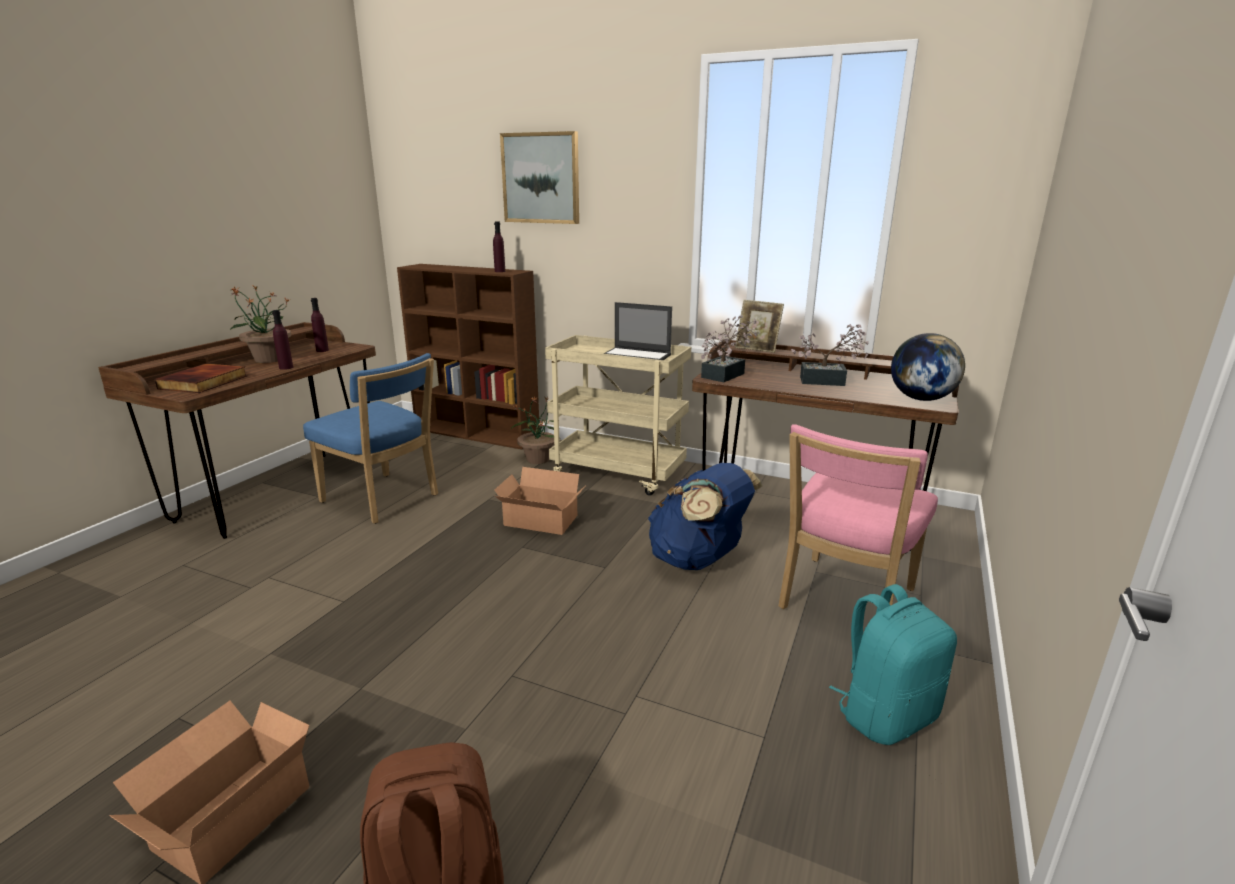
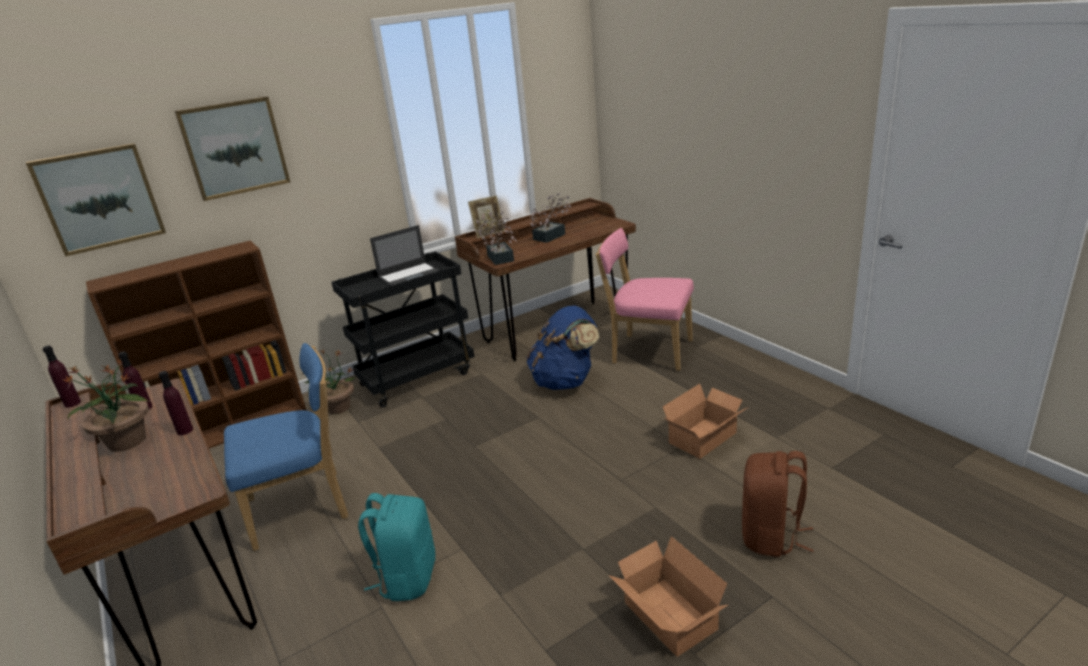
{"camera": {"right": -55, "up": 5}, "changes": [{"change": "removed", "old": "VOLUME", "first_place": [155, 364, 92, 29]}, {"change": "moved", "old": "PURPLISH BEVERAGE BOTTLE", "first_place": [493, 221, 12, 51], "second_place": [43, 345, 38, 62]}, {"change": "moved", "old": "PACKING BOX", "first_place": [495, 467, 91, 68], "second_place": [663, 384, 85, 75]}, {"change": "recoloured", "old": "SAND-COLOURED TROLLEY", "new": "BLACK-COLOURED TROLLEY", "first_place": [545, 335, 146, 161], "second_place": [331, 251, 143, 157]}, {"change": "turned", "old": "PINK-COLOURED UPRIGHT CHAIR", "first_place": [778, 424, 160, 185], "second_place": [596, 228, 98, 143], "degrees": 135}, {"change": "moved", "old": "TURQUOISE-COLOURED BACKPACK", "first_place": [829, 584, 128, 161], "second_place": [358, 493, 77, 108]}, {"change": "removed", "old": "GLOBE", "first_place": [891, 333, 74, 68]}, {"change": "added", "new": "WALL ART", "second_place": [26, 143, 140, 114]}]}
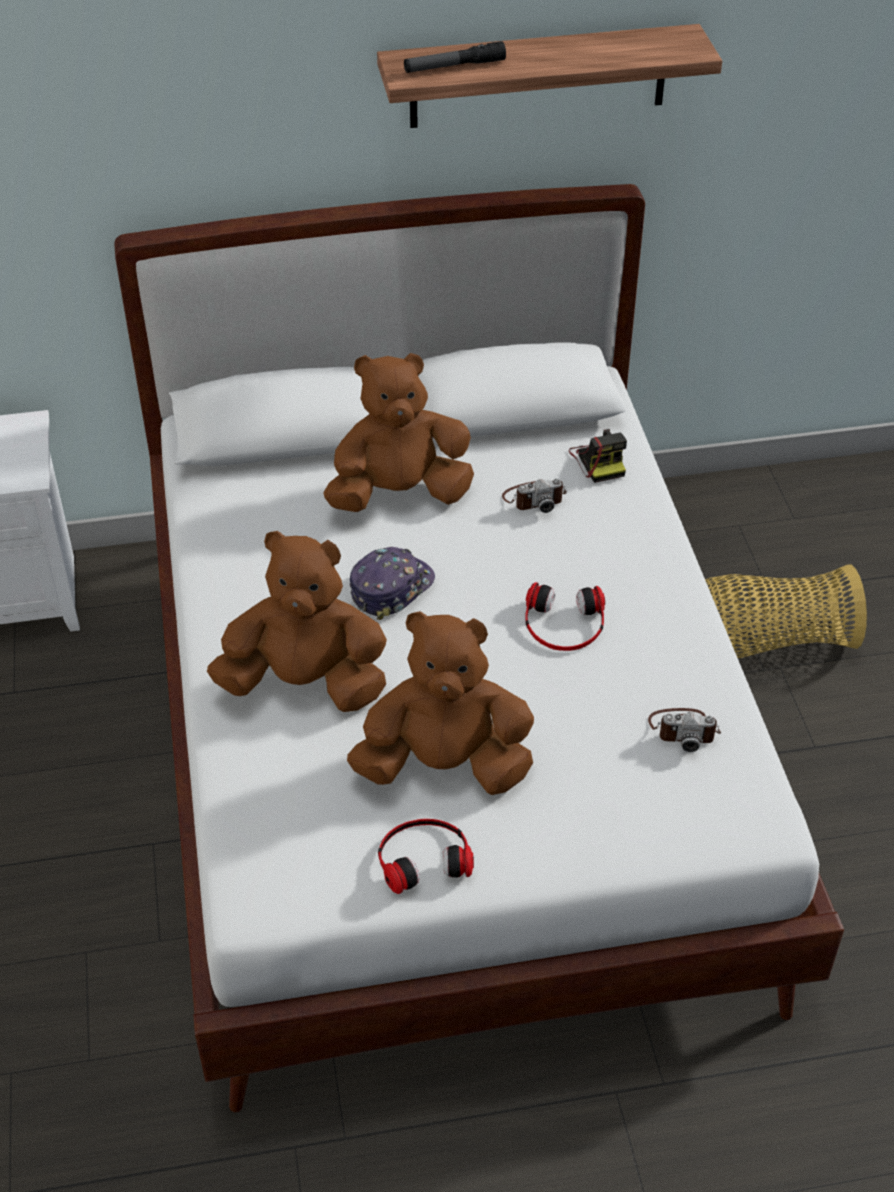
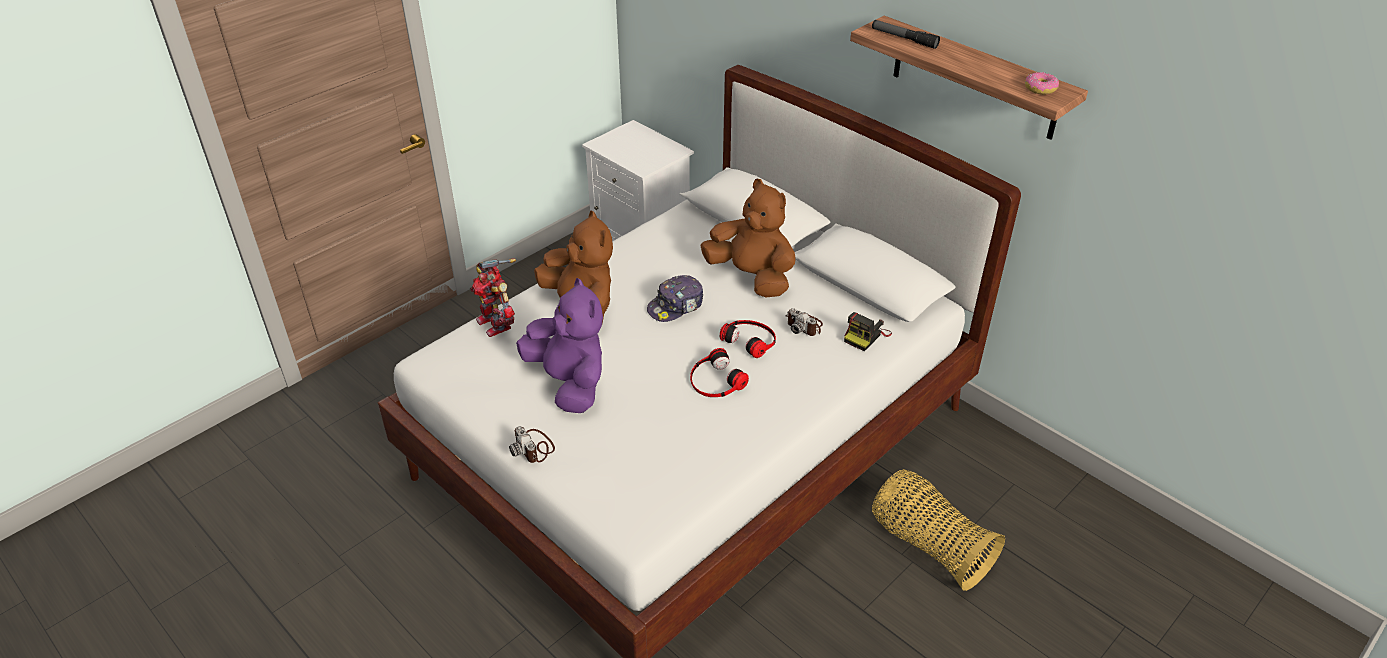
{"camera": {"right": 55, "up": -5}, "changes": [{"change": "recoloured", "old": "BROWN PLUSH TOY", "new": "PURPLISH PLUSH TOY", "first_place": [347, 611, 187, 184], "second_place": [516, 278, 87, 135]}, {"change": "turned", "old": "CAP", "first_place": [350, 547, 85, 73], "second_place": [647, 275, 56, 47], "degrees": 135}, {"change": "moved", "old": "HEADPHONES", "first_place": [378, 819, 96, 75], "second_place": [720, 320, 56, 38]}, {"change": "moved", "old": "STILL CAMERA", "first_place": [648, 708, 73, 44], "second_place": [509, 426, 46, 37]}, {"change": "added", "new": "ROBOT FIGURE", "second_place": [471, 259, 45, 78]}, {"change": "added", "new": "RING DOUGHNUT", "second_place": [1025, 72, 34, 22]}]}
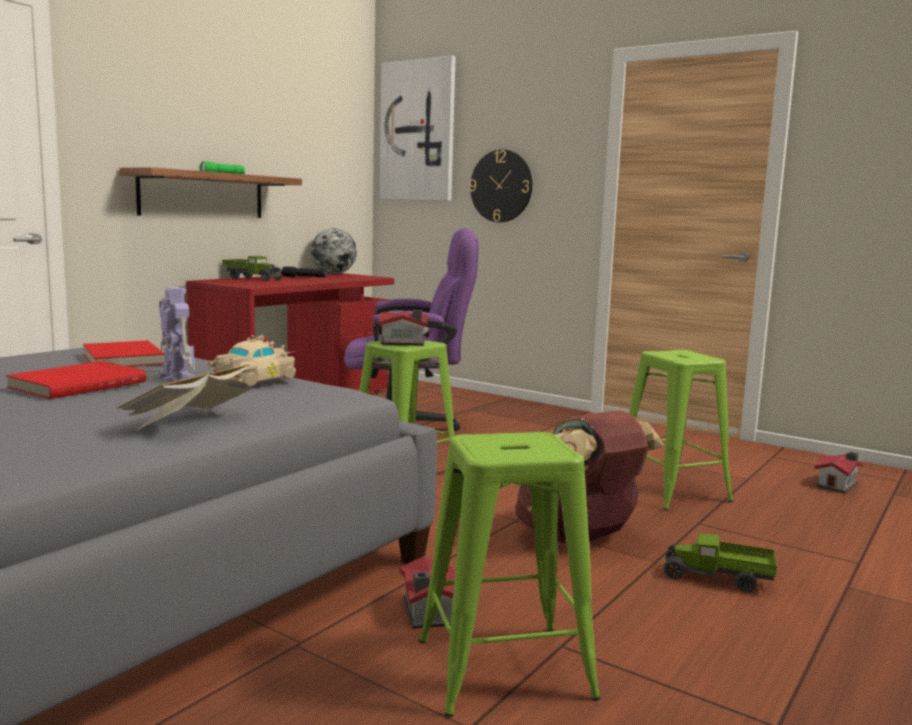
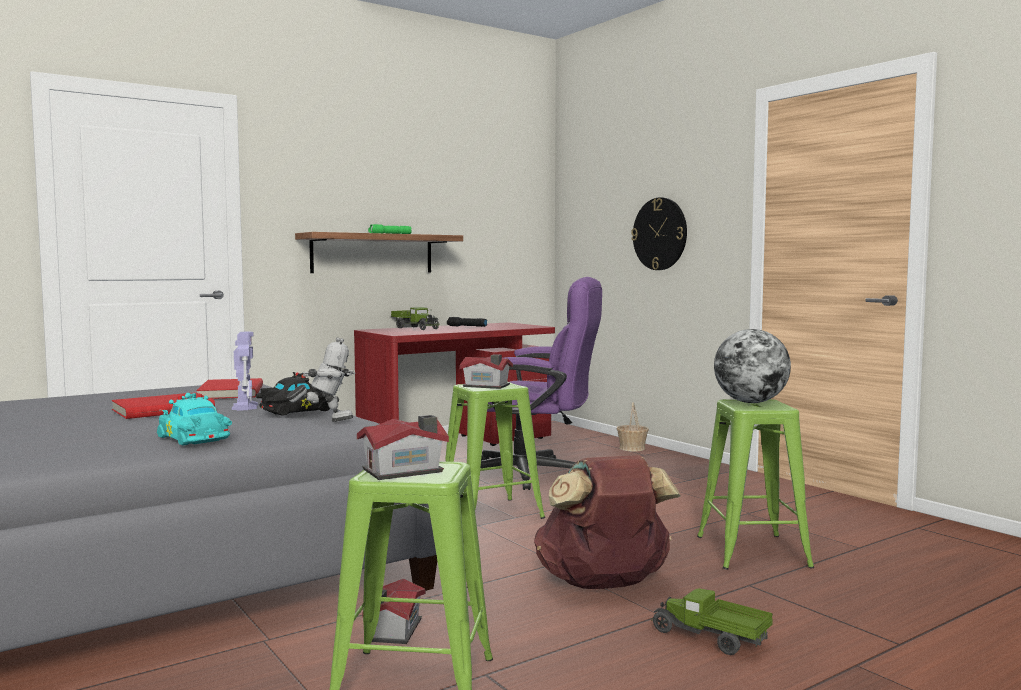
{"camera": {"right": 20, "up": -5}, "changes": [{"change": "replaced", "old": "VOLUME", "new": "TURQUOISE-COLOURED MINIATURE CAR", "first_place": [117, 364, 134, 66], "second_place": [157, 393, 75, 52]}, {"change": "recoloured", "old": "SAND-COLOURED MINIATURE CAR", "new": "BLACK-COLOURED MINIATURE CAR", "first_place": [208, 335, 88, 51], "second_place": [256, 372, 74, 43]}, {"change": "moved", "old": "GLOBE", "first_place": [311, 228, 46, 46], "second_place": [714, 329, 77, 74]}, {"change": "removed", "old": "WALL ART", "first_place": [379, 56, 77, 145]}, {"change": "moved", "old": "MODEL HOUSE", "first_place": [815, 451, 48, 42], "second_place": [357, 415, 92, 65]}, {"change": "added", "new": "ROBOT FIGURE", "second_place": [287, 337, 68, 85]}, {"change": "added", "new": "BASKET", "second_place": [617, 402, 32, 49]}]}
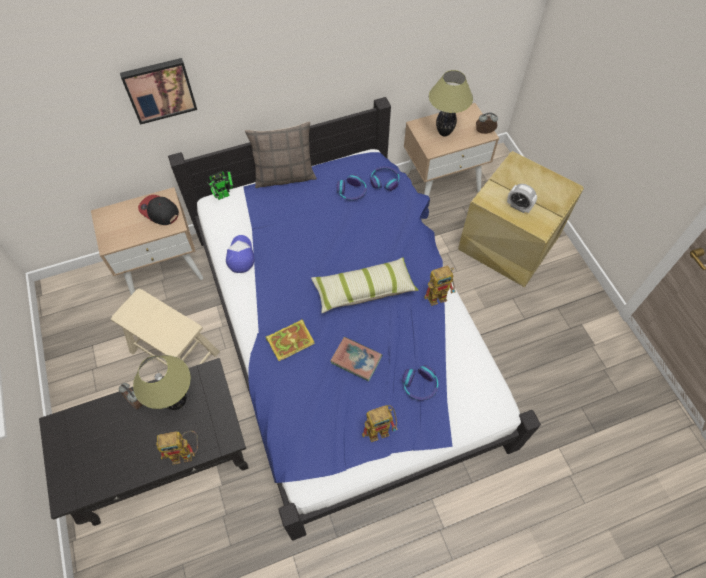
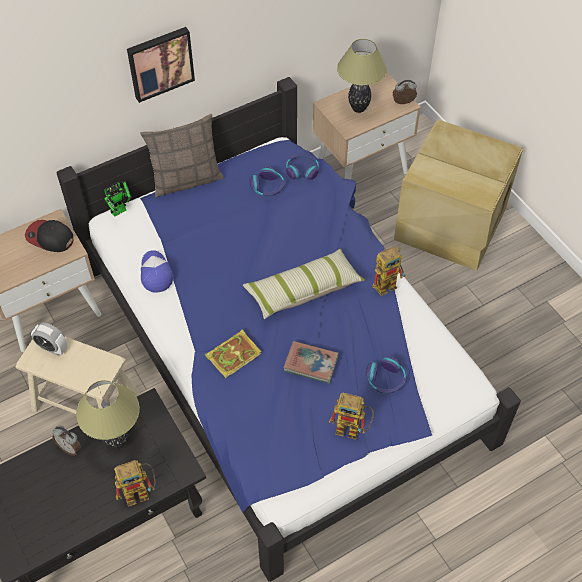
{"camera": {"right": -10, "up": -5}, "changes": [{"change": "moved", "old": "WALL ART", "first_place": [120, 58, 77, 67], "second_place": [127, 27, 68, 76]}, {"change": "turned", "old": "ROBOT FIGURE", "first_place": [362, 405, 36, 37], "second_place": [329, 393, 45, 47], "degrees": 45}, {"change": "moved", "old": "ALARM CLOCK", "first_place": [507, 184, 30, 29], "second_place": [31, 322, 36, 33]}]}
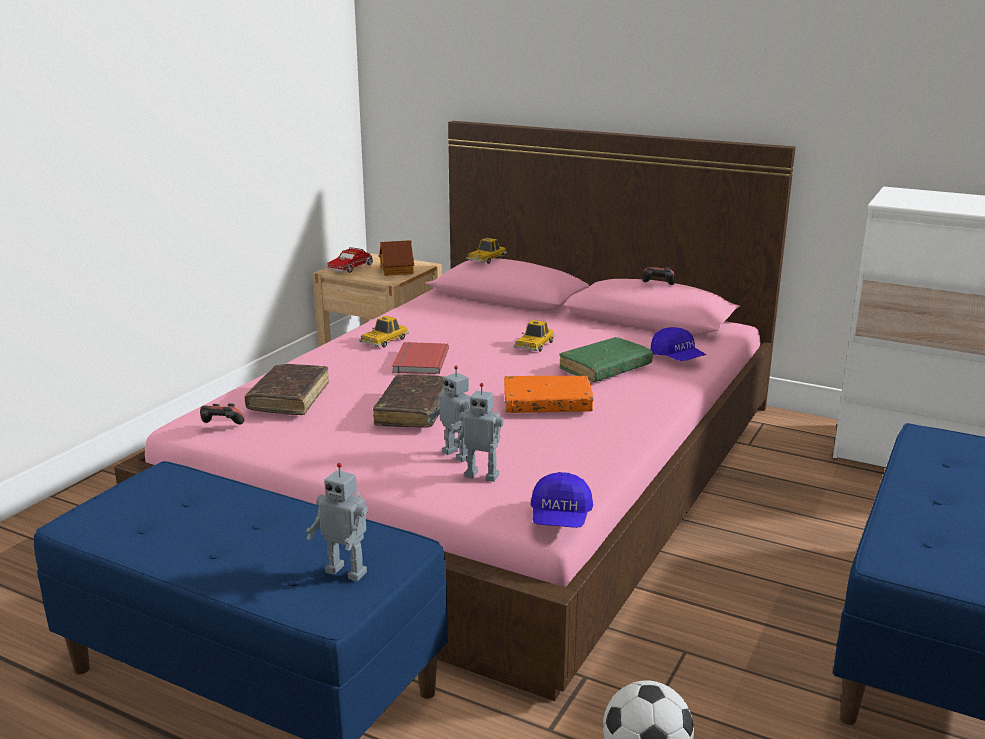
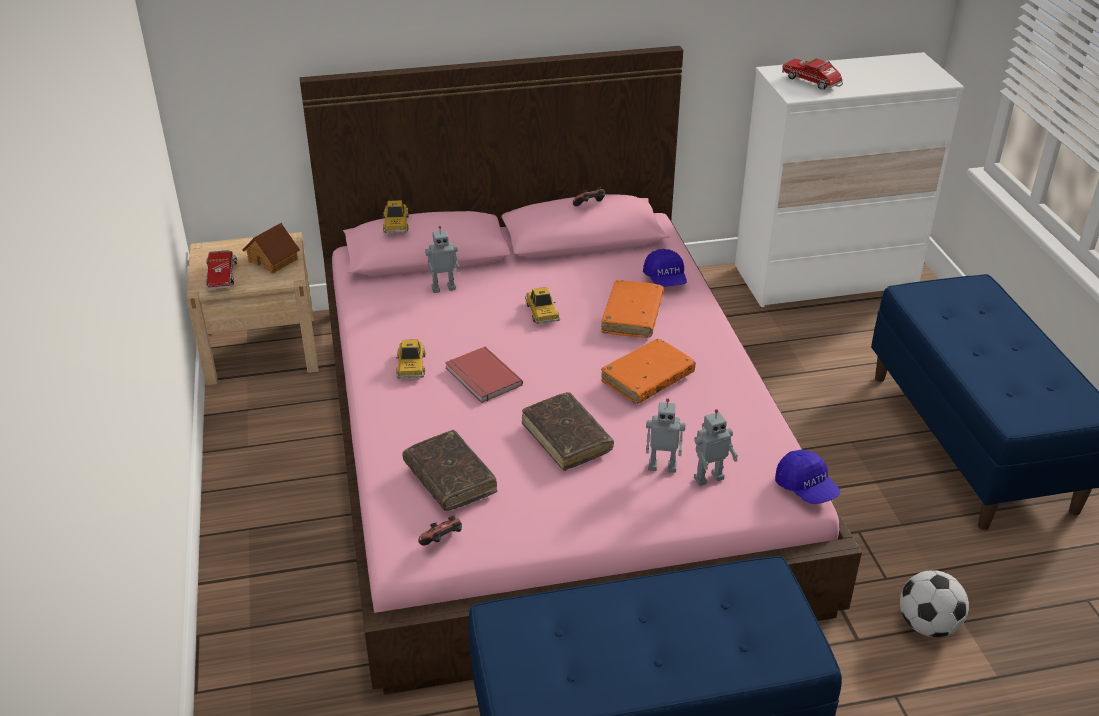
{"camera": {"right": -40, "up": 15}, "changes": [{"change": "moved", "old": "ROBOT FIGURE", "first_place": [306, 463, 62, 118], "second_place": [425, 226, 35, 67]}, {"change": "recoloured", "old": "GREEN VOLUME", "new": "ORANGEY VOLUME", "first_place": [559, 337, 94, 45], "second_place": [601, 280, 63, 58]}, {"change": "turned", "old": "BLUE CAP", "first_place": [651, 327, 55, 34], "second_place": [643, 249, 44, 38], "degrees": 60}, {"change": "added", "new": "TOY TRUCK", "second_place": [782, 58, 61, 32]}]}
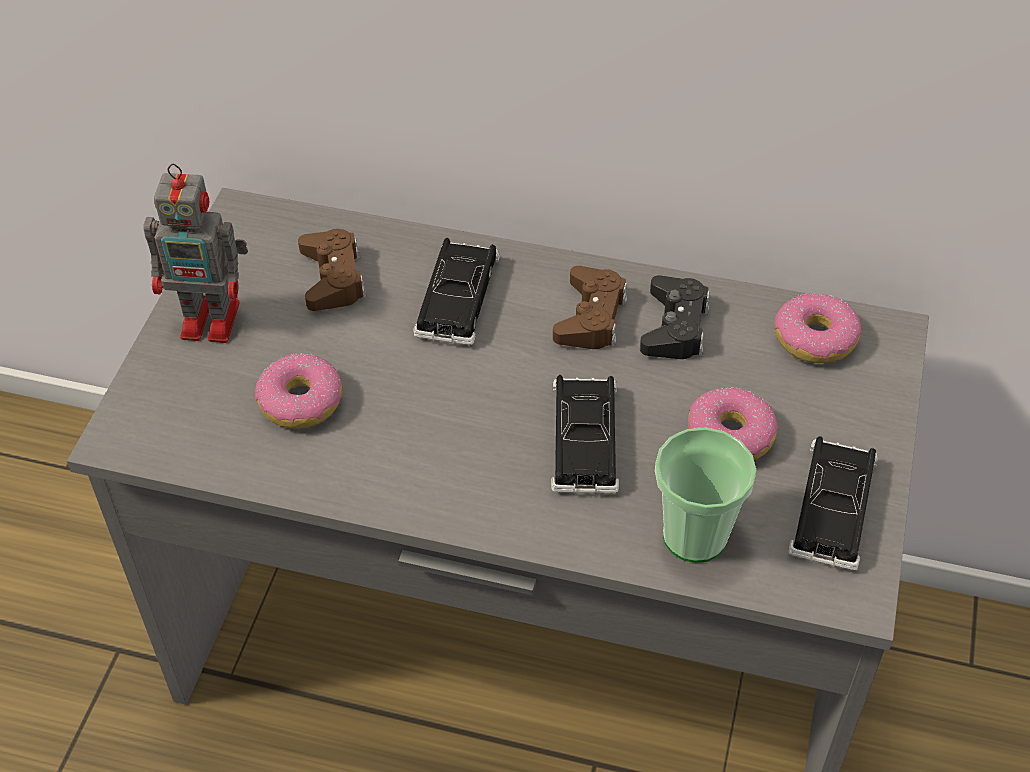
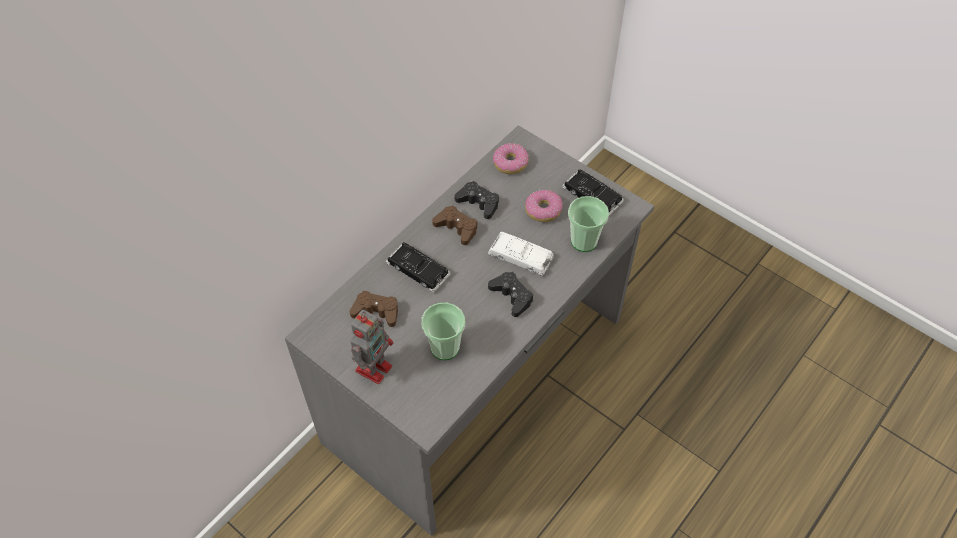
{"camera": {"right": -65, "up": 5}, "changes": [{"change": "replaced", "old": "RING DOUGHNUT", "new": "DRINKING CUP", "first_place": [255, 353, 87, 76], "second_place": [421, 303, 44, 57]}, {"change": "recoloured", "old": "BLACK-COLOURED MINIATURE CAR", "new": "WHITE-COLOURED MINIATURE CAR", "first_place": [551, 375, 68, 120], "second_place": [488, 232, 66, 44]}, {"change": "added", "new": "BLACK-COLOURED GAME CONTROLLER", "second_place": [488, 272, 45, 45]}]}
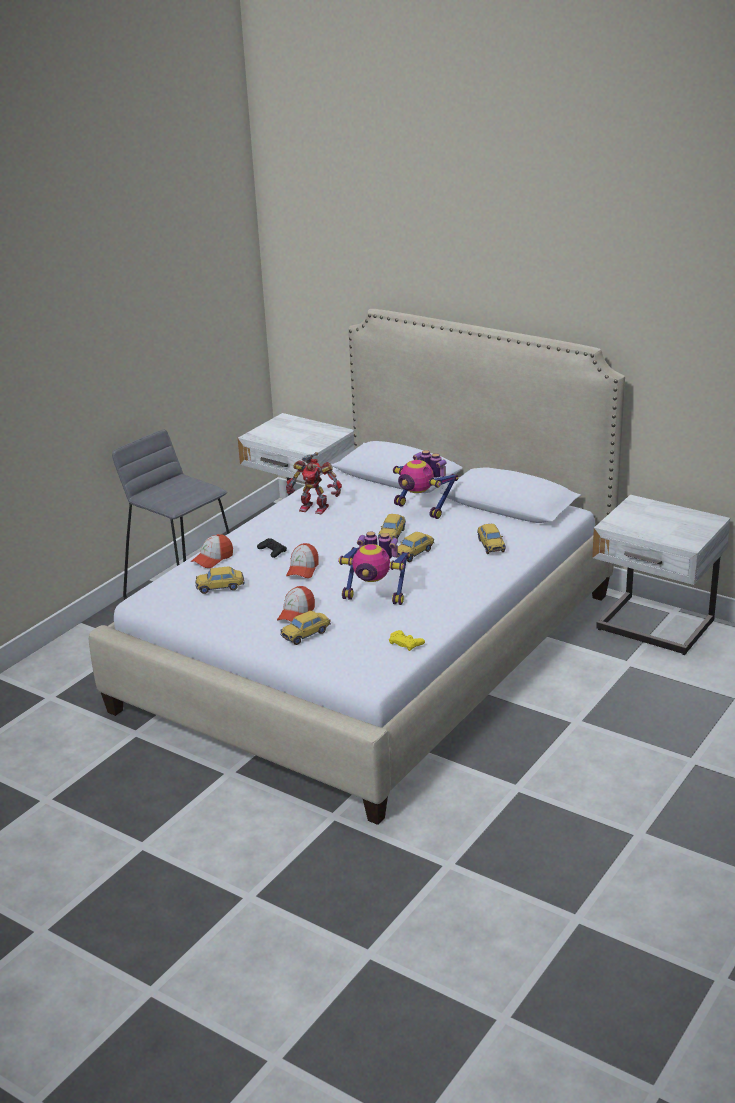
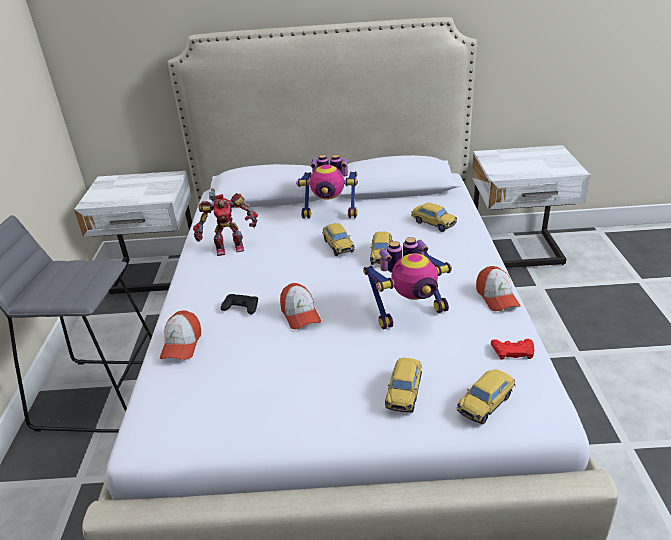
{"camera": {"right": -35, "up": 5}, "changes": [{"change": "moved", "old": "MINIATURE CAR", "first_place": [195, 566, 50, 28], "second_place": [457, 369, 58, 55]}, {"change": "moved", "old": "CAP", "first_place": [277, 586, 38, 35], "second_place": [476, 266, 45, 45]}, {"change": "recoloured", "old": "YELLOW-COLOURED GAME CONTROLLER", "new": "RED-COLOURED GAME CONTROLLER", "first_place": [389, 630, 36, 21], "second_place": [491, 339, 43, 21]}]}
